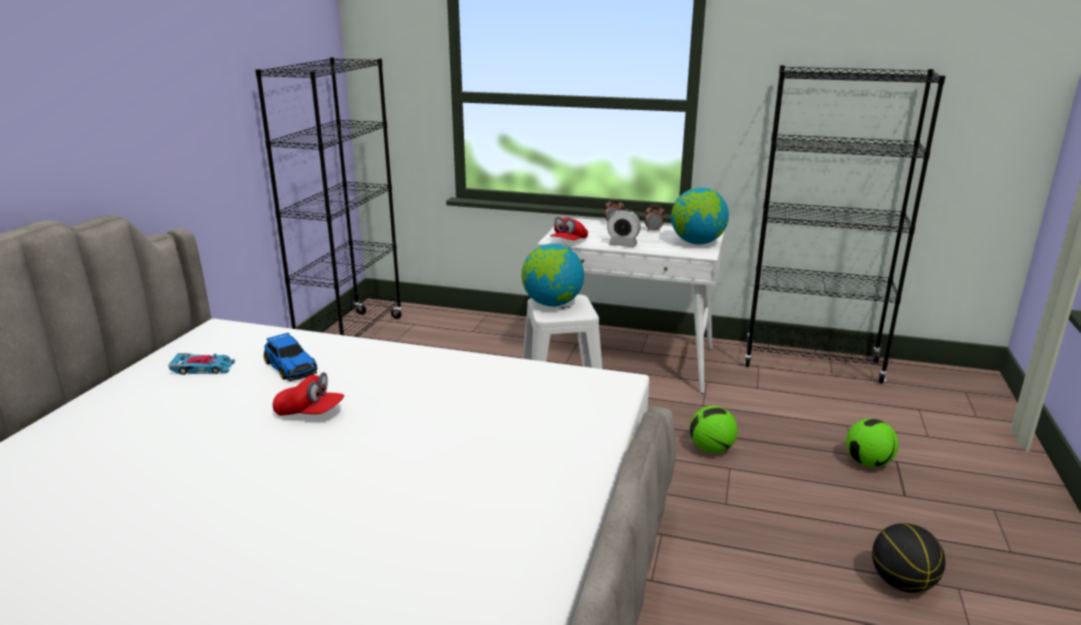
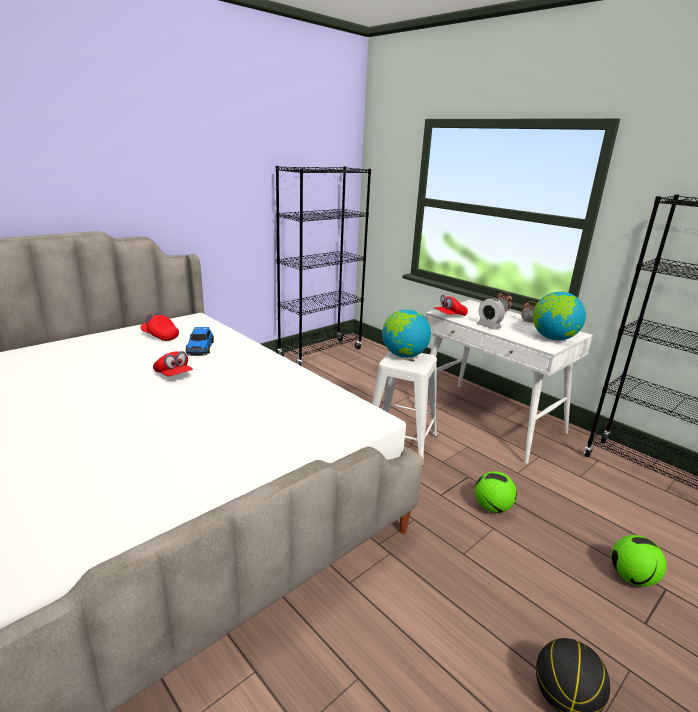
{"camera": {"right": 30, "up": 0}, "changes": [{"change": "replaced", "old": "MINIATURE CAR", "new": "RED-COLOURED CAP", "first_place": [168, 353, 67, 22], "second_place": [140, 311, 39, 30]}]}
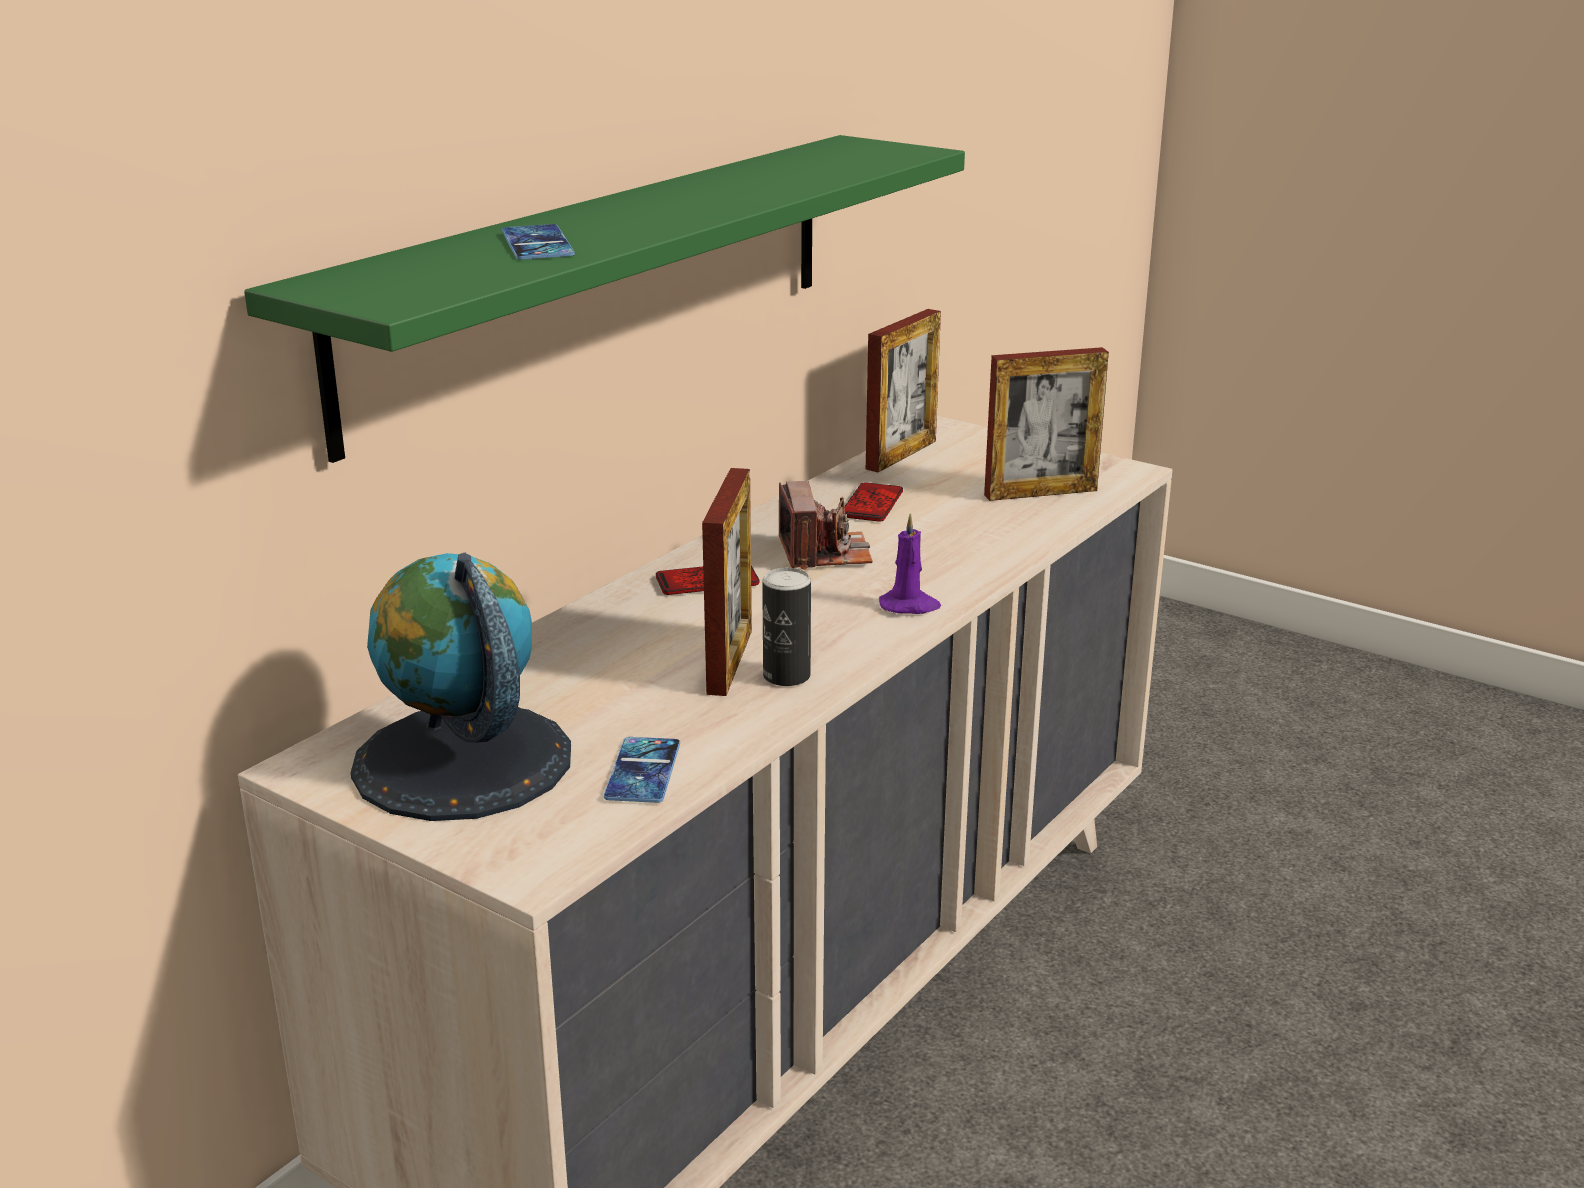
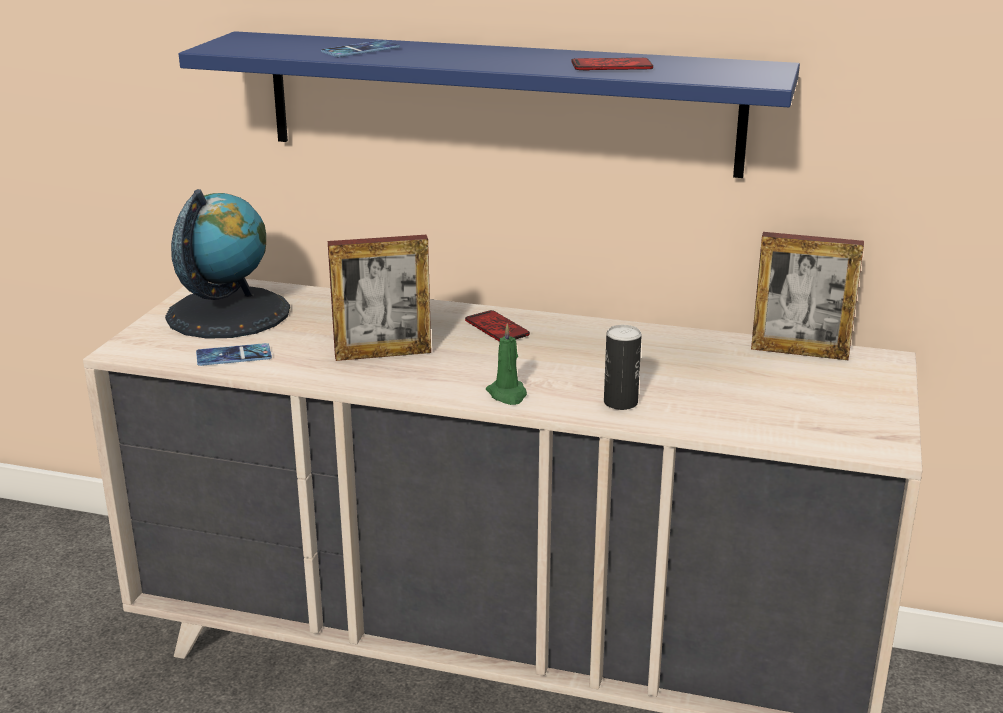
{"camera": {"right": 70, "up": 0}, "changes": [{"change": "recoloured", "old": "GREEN SHELF", "new": "BLUE SHELF", "first_place": [244, 135, 721, 328], "second_place": [179, 31, 621, 147]}, {"change": "moved", "old": "METAL CAN", "first_place": [762, 568, 49, 118], "second_place": [604, 325, 38, 85]}, {"change": "removed", "old": "STILL CAMERA", "first_place": [779, 481, 94, 89]}, {"change": "moved", "old": "TELEPHONE", "first_place": [844, 482, 59, 40], "second_place": [572, 58, 81, 12]}, {"change": "recoloured", "old": "PURPLISH WAX CANDLE", "new": "GREEN WAX CANDLE", "first_place": [879, 513, 62, 101], "second_place": [486, 324, 41, 81]}, {"change": "removed", "old": "PICTURE FRAME", "first_place": [984, 347, 125, 154]}]}
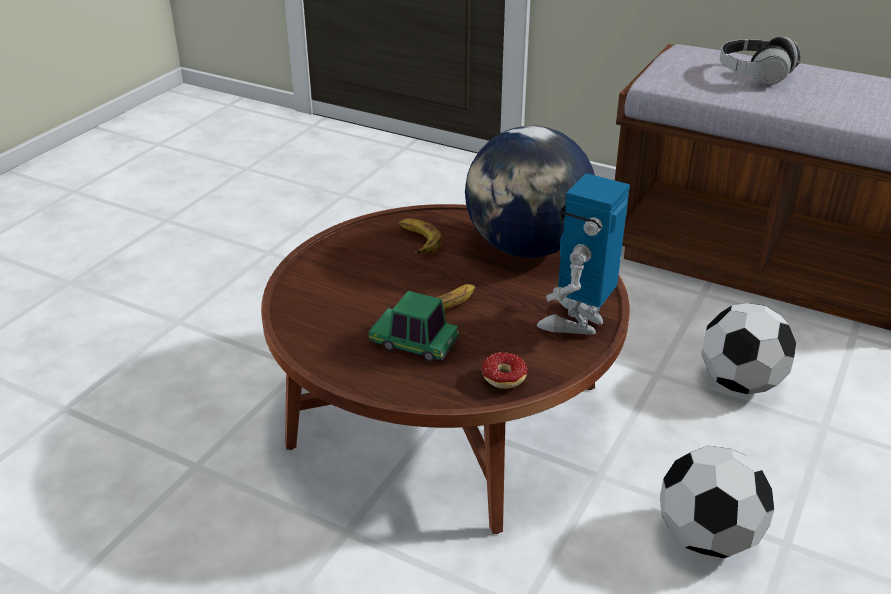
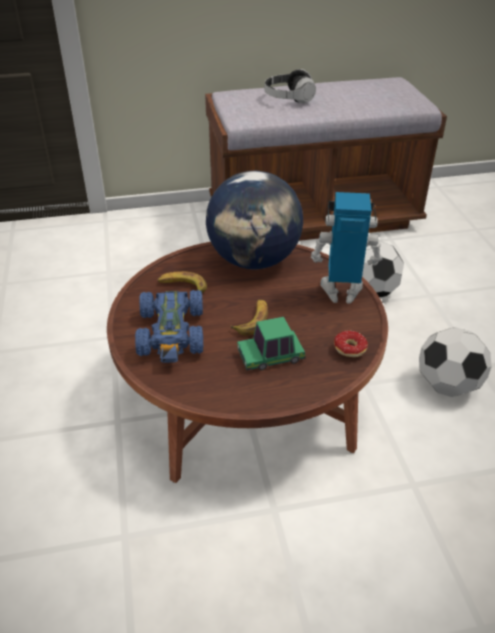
{"camera": {"right": -40, "up": 5}, "changes": [{"change": "turned", "old": "ROBOT FIGURE", "first_place": [537, 173, 93, 161], "second_place": [311, 192, 72, 112], "degrees": 105}, {"change": "added", "new": "BLUE MINIATURE CAR", "second_place": [135, 290, 68, 73]}]}
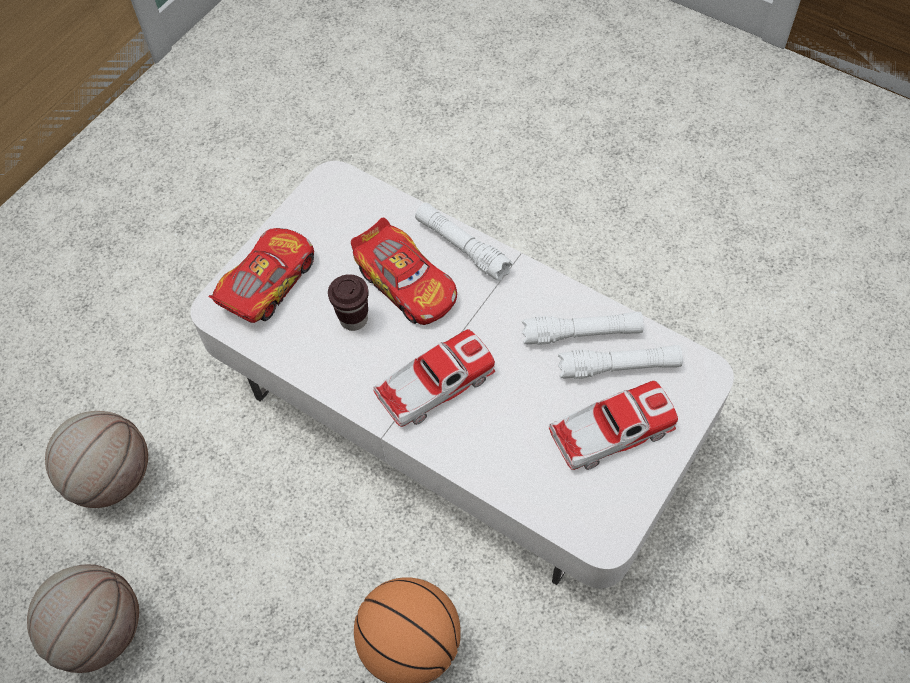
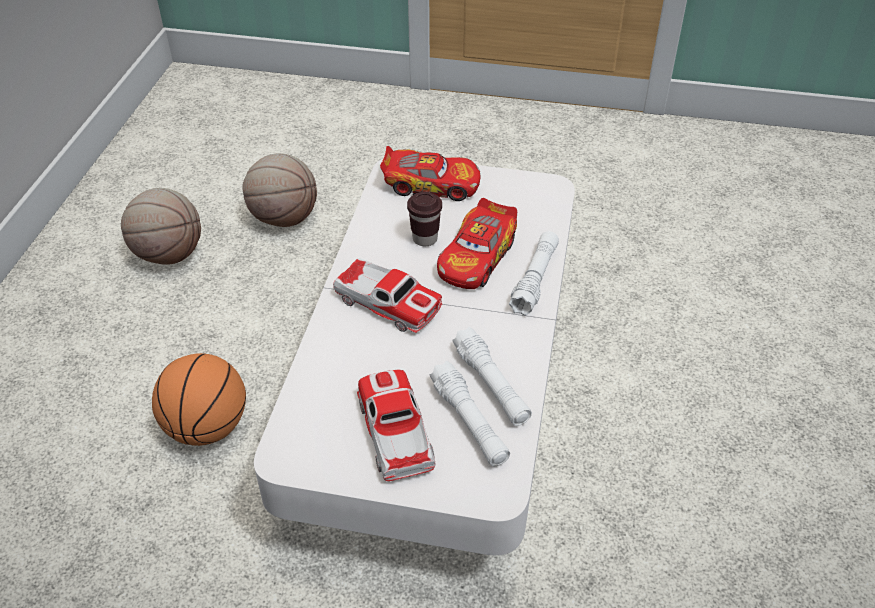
{"camera": {"right": 65, "up": -15}, "changes": [{"change": "turned", "old": "MINIATURE CAR", "first_place": [549, 381, 129, 89], "second_place": [357, 370, 79, 111], "degrees": -150}]}
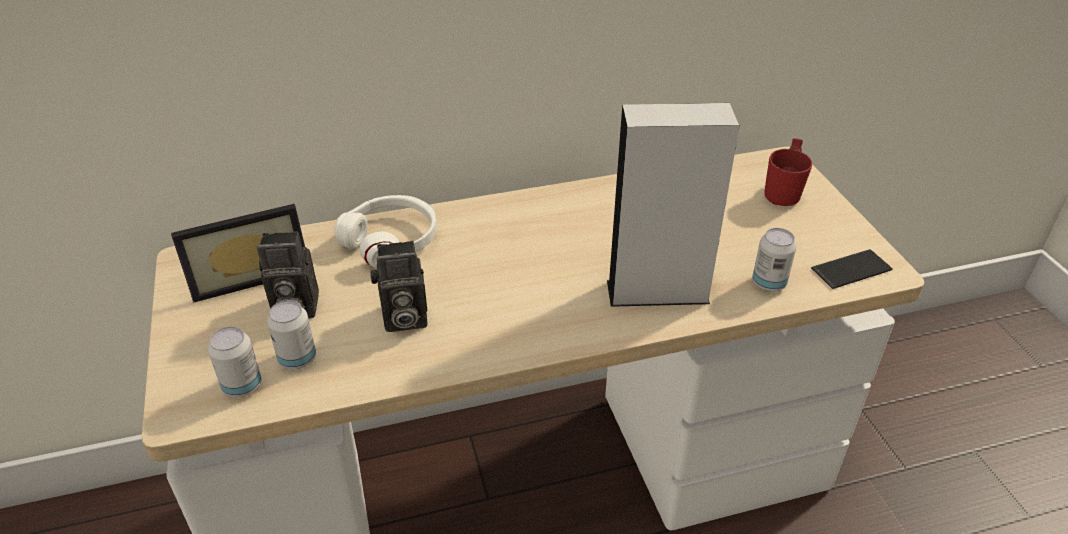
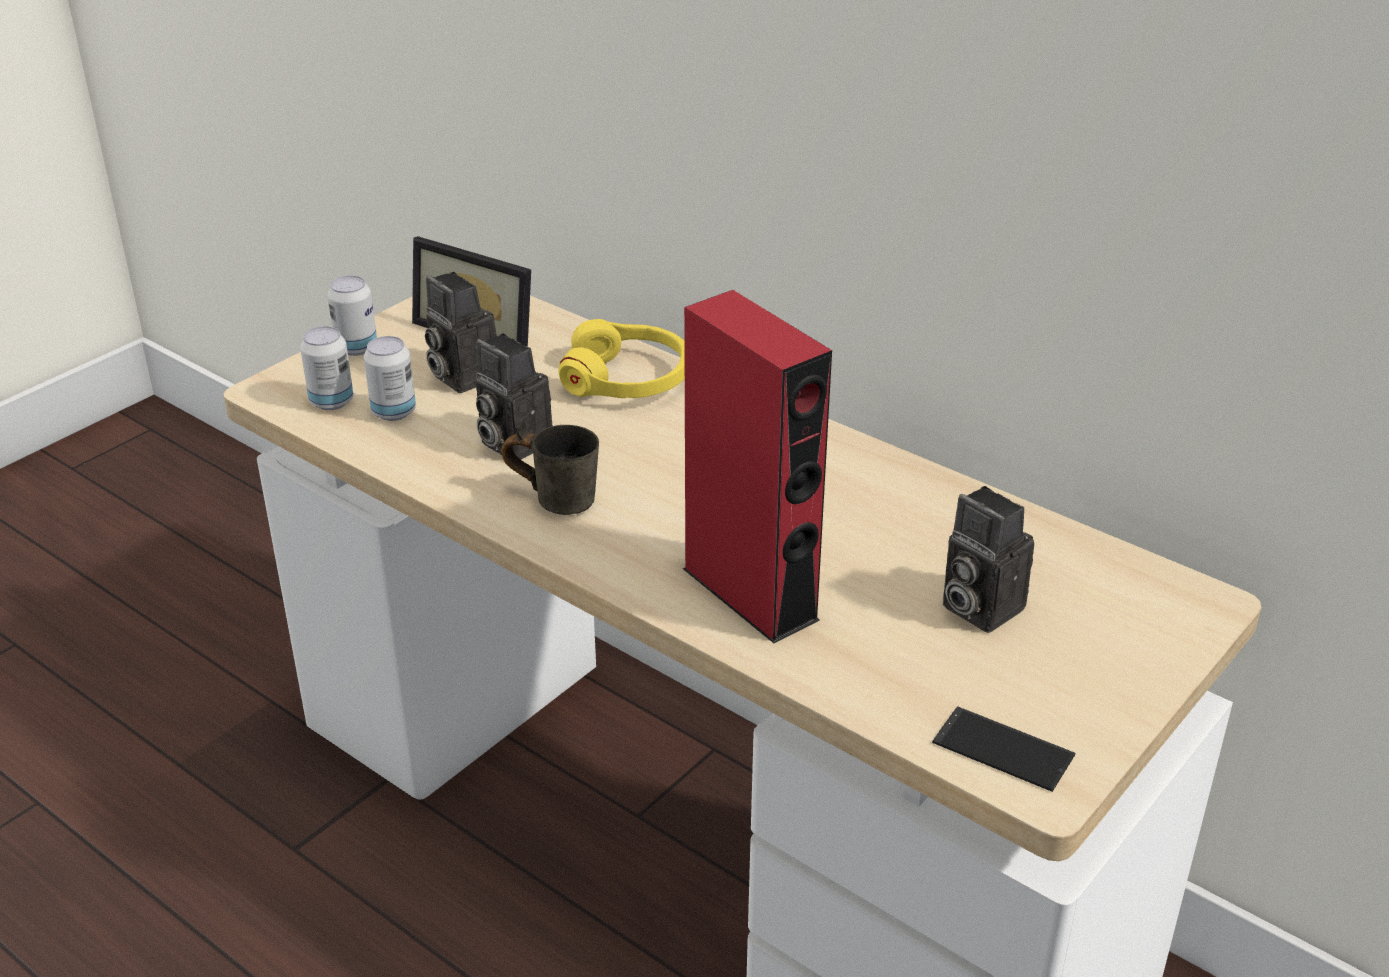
{"camera": {"right": 55, "up": -5}, "changes": [{"change": "recoloured", "old": "WHITE-COLOURED HEADPHONES", "new": "YELLOW-COLOURED HEADPHONES", "first_place": [334, 195, 103, 73], "second_place": [559, 319, 126, 79]}, {"change": "recoloured", "old": "GREYISH LOUDSPEAKER", "new": "RED-COLOURED LOUDSPEAKER", "first_place": [607, 103, 133, 204], "second_place": [683, 290, 149, 353]}, {"change": "moved", "old": "METAL CAN", "first_place": [752, 228, 45, 64], "second_place": [327, 275, 50, 81]}, {"change": "removed", "old": "RED-COLOURED MUG", "first_place": [764, 138, 48, 68]}, {"change": "added", "new": "GREYISH MUG", "second_place": [501, 420, 98, 95]}, {"change": "added", "new": "STILL CAMERA", "second_place": [943, 486, 91, 147]}]}
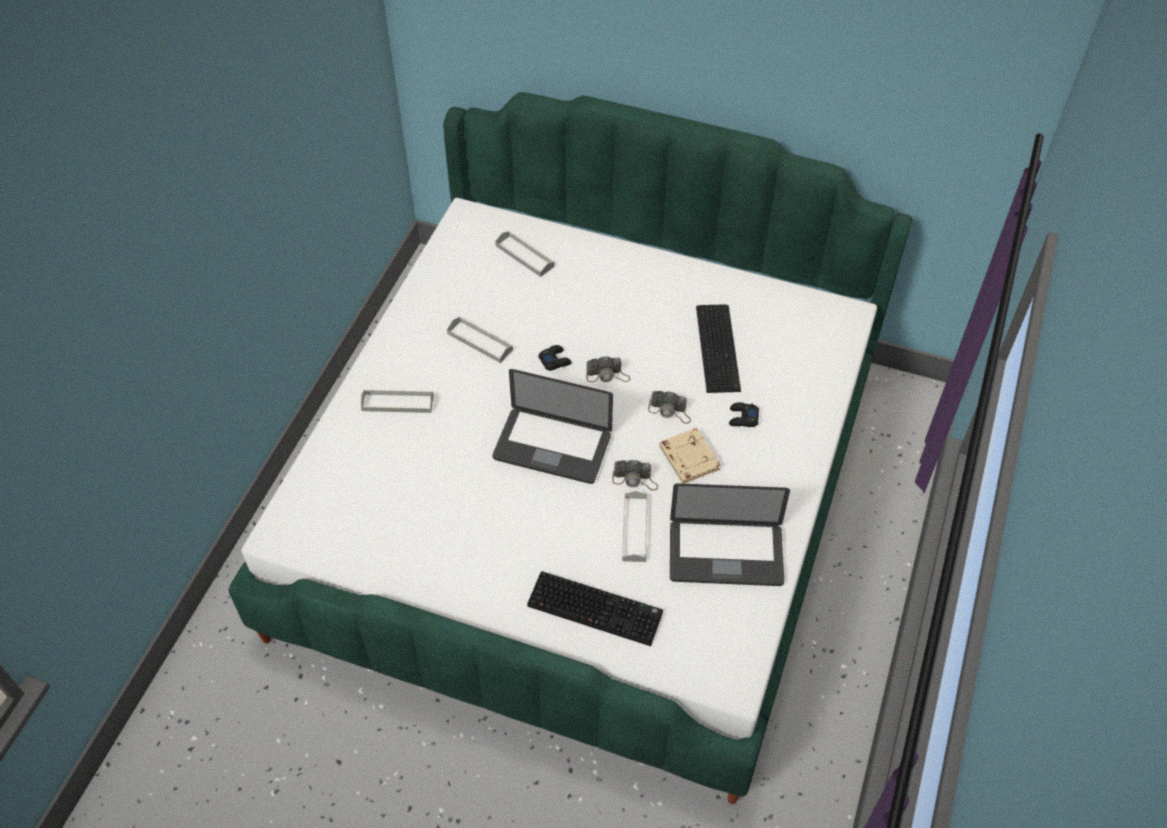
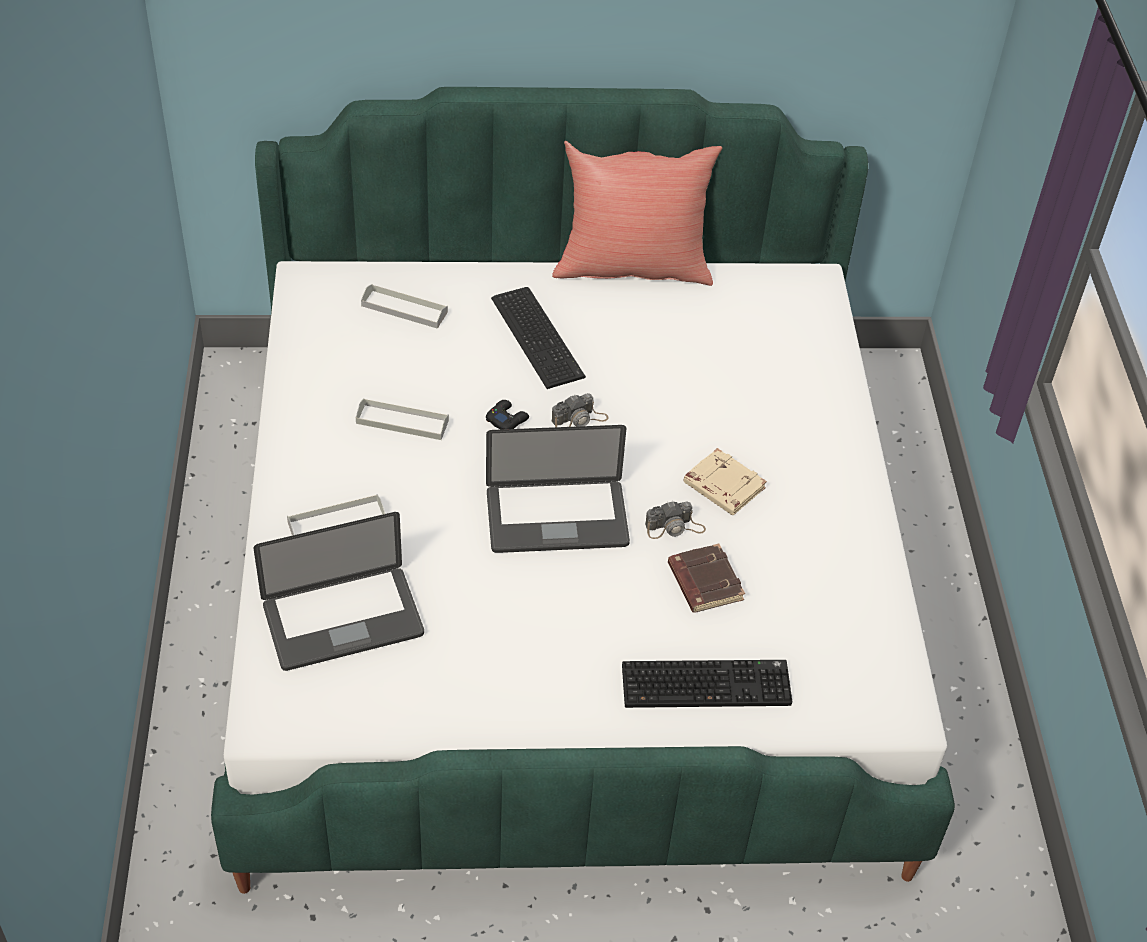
{"camera": {"right": -25, "up": -5}, "changes": [{"change": "replaced", "old": "GREYISH SERVING TRAY", "new": "BROWN VOLUME", "first_place": [622, 491, 26, 71], "second_place": [668, 544, 77, 69]}, {"change": "removed", "old": "STILL CAMERA", "first_place": [648, 391, 43, 33]}, {"change": "moved", "old": "NOTEBOOK COMPUTER", "first_place": [670, 483, 120, 103], "second_place": [253, 512, 171, 159]}, {"change": "moved", "old": "COMPUTER KEYBOARD", "first_place": [696, 304, 45, 89], "second_place": [491, 287, 95, 102]}, {"change": "removed", "old": "BLACK-COLOURED GAME CONTROLLER", "first_place": [729, 402, 30, 25]}, {"change": "added", "new": "RED-COLOURED THROW PILLOW", "second_place": [552, 141, 170, 145]}]}
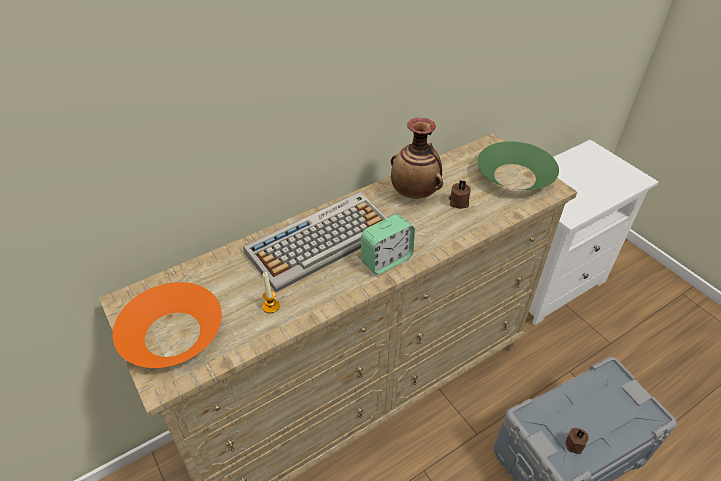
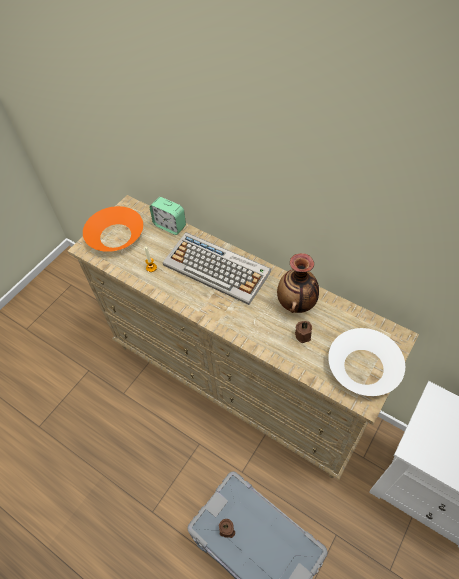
{"camera": {"right": 70, "up": 10}, "changes": [{"change": "moved", "old": "ALARM CLOCK", "first_place": [361, 214, 54, 61], "second_place": [150, 197, 36, 38]}, {"change": "recoloured", "old": "GREEN DEEP DISH", "new": "WHITE-COLOURED DEEP DISH", "first_place": [477, 141, 82, 49], "second_place": [328, 328, 77, 68]}]}
